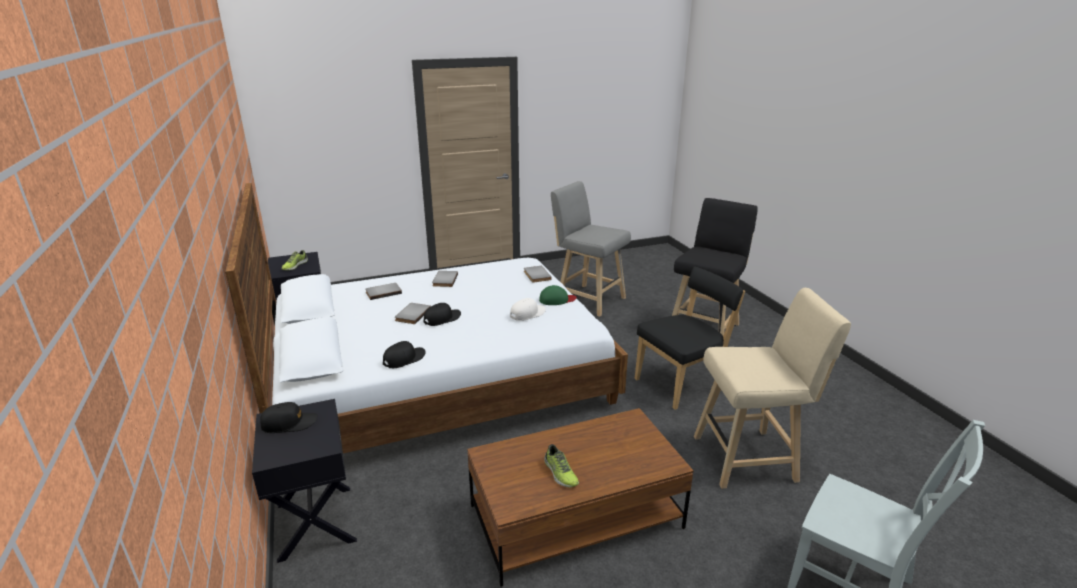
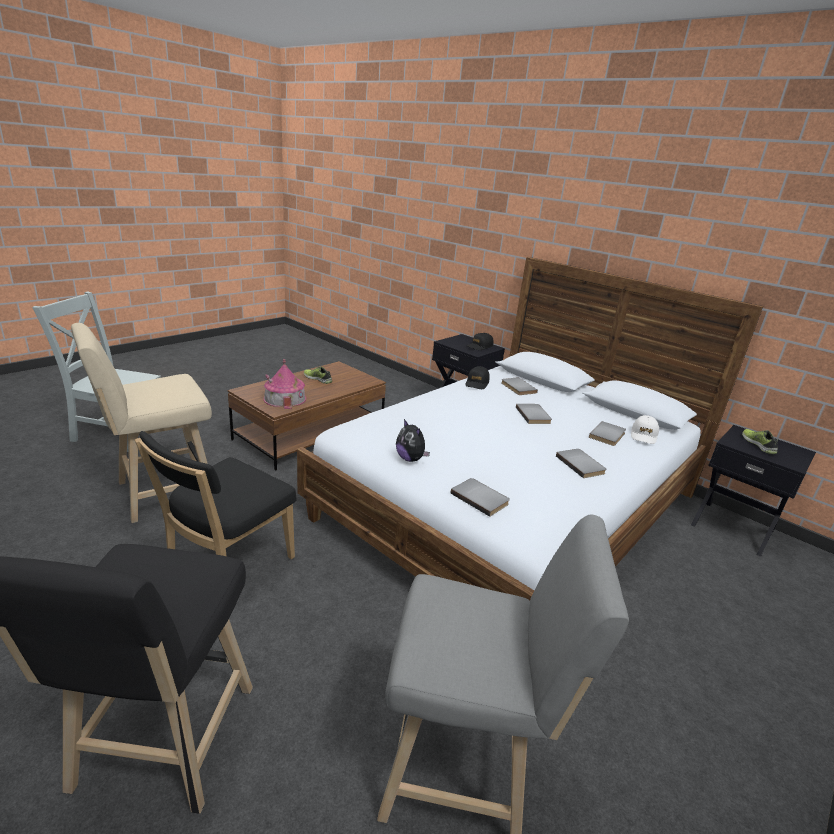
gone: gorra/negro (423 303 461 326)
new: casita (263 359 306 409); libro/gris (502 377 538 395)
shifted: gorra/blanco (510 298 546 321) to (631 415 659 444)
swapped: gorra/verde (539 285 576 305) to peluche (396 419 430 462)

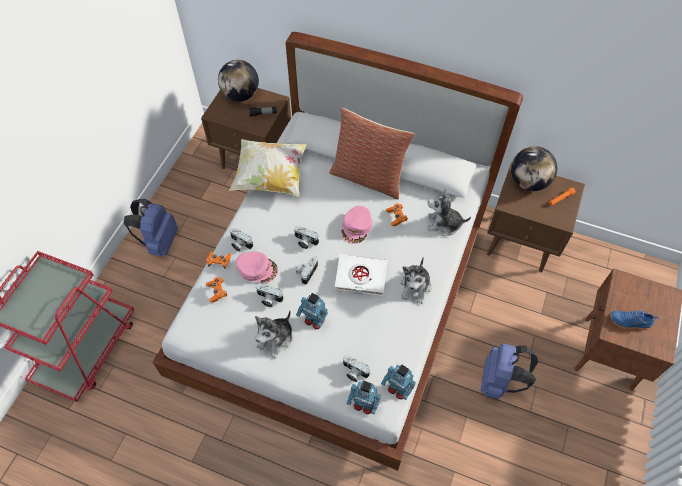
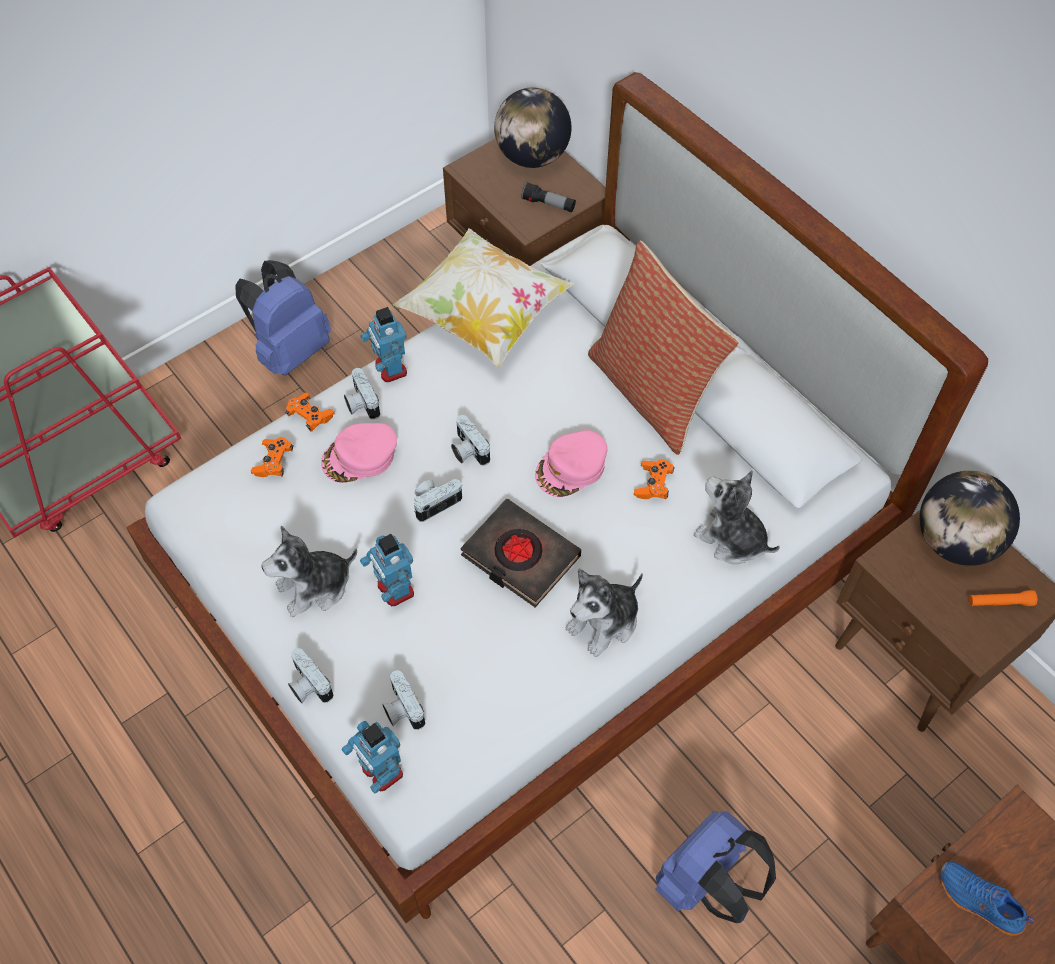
shifted: cámara (256 284 283 307) to (288 648 333 703); robot de juguete (381 365 416 400) to (360 307 407 382)
repainted: libro/blanco (335 254 388 296) to libro/negro (460 499 581 607)
rotated: gorra/rosa (236 252 278 283) = (321 423 397 483) 105 degrees clockwise

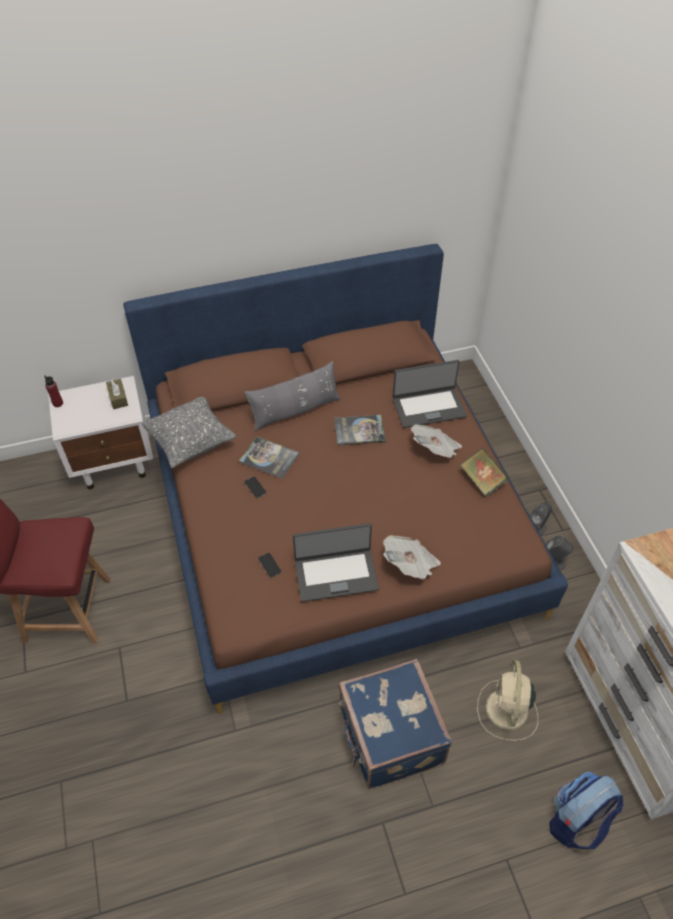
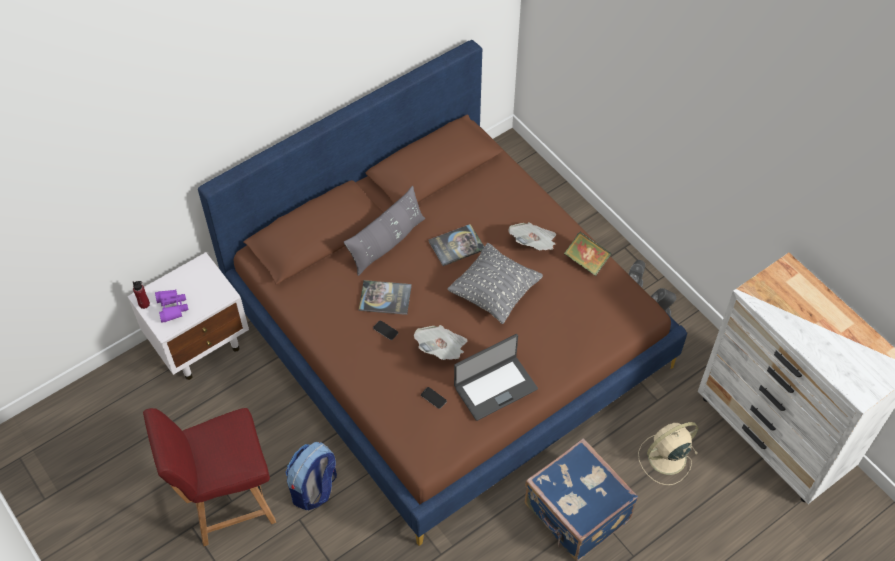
gone: caja de pañuelos/marrón (106 379 128 409); portátil (393 360 467 428)
new: prismáticos/morado (155 290 188 323)
shifted: mochila (549 772 623 849) to (285 442 337 510); periódico (383 535 441 580) to (414 325 468 360); cojín/gris (142 397 236 468) to (447 243 543 324)
rotated: ventilador/beis (477 660 538 741) = (638 422 698 485) 75 degrees clockwise

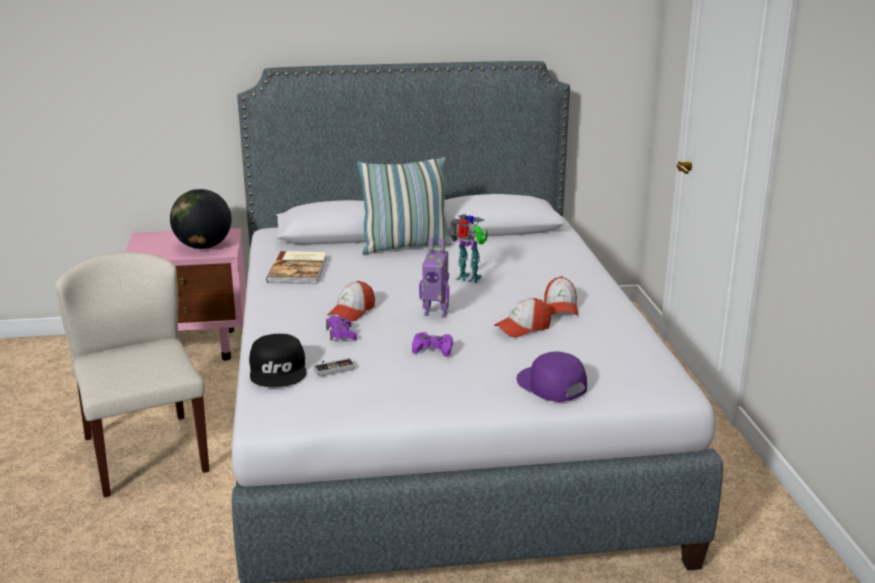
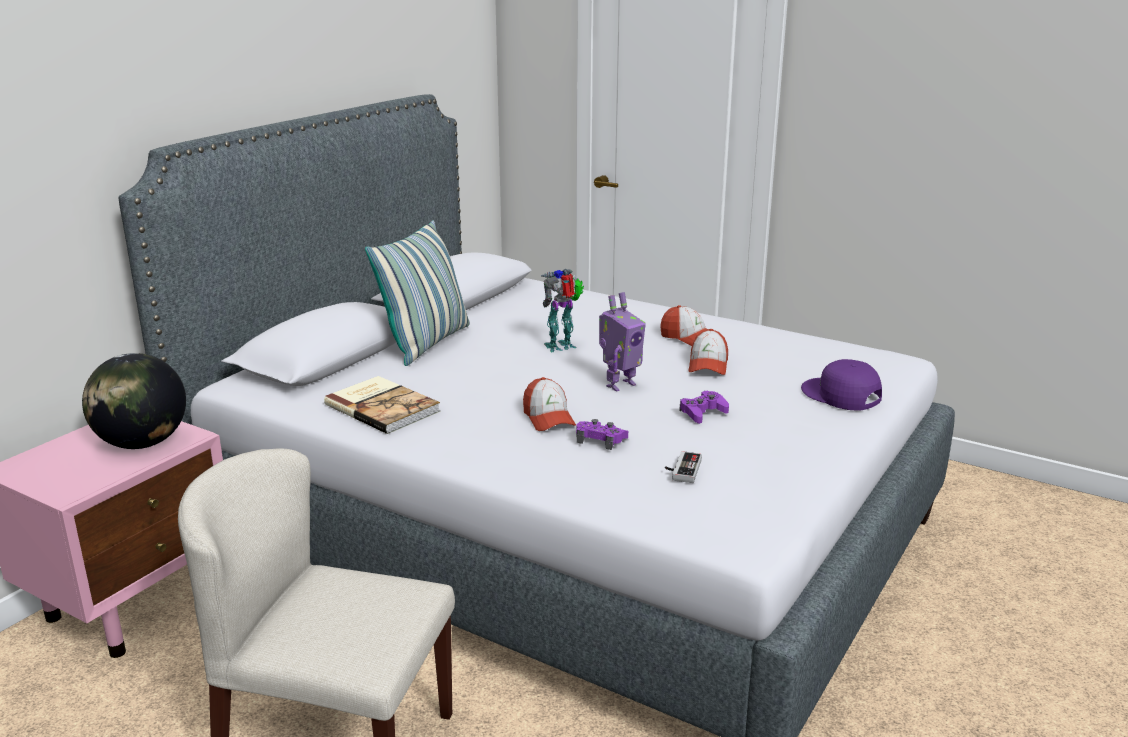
gone: gorra/negro (249 334 306 387)
rotated: gorra/morado (517 351 587 402) = (801 359 882 411) 45 degrees clockwise

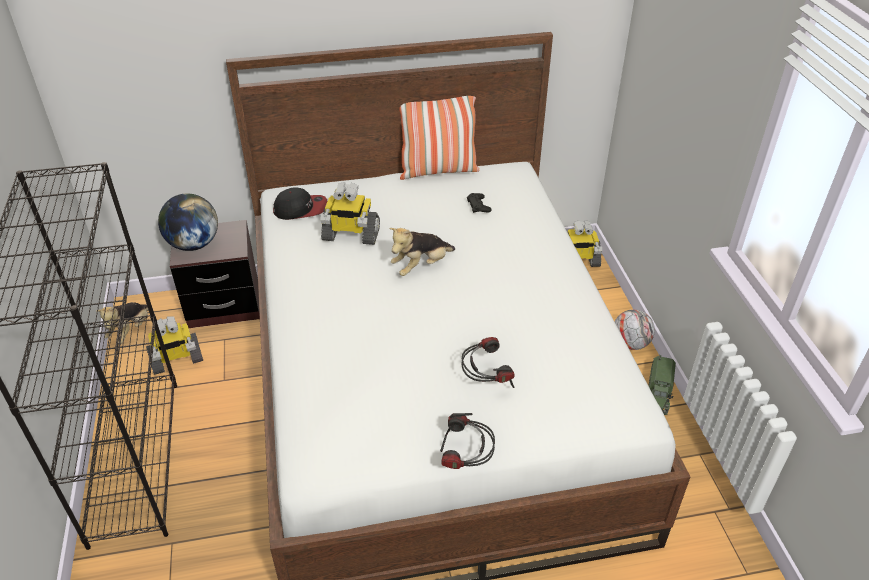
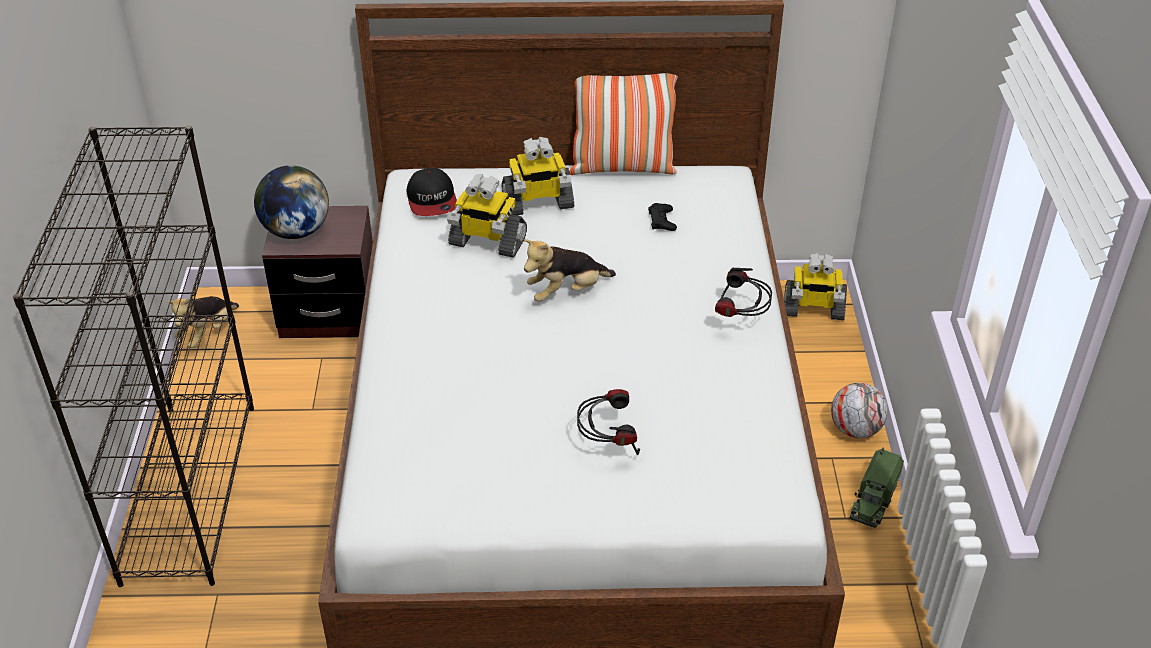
shifted: robot de juguete (146 316 203 375) to (501 137 574 215); auriculares (440 413 495 469) to (715 268 772 317)
rotated: gorra (273 188 327 220) = (407 168 457 216) 75 degrees clockwise

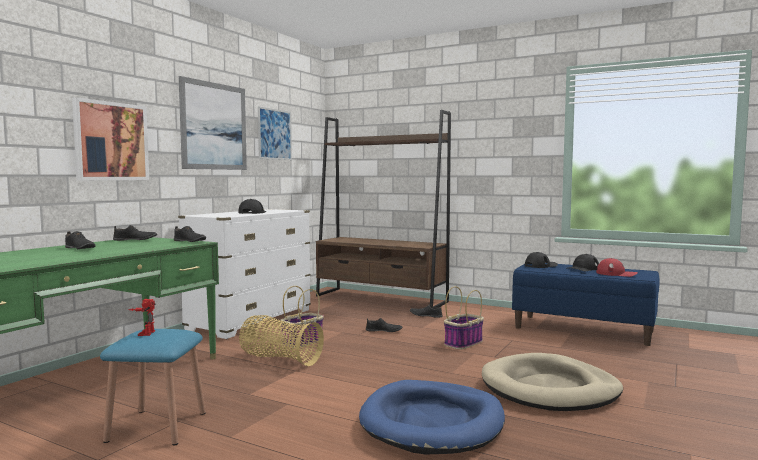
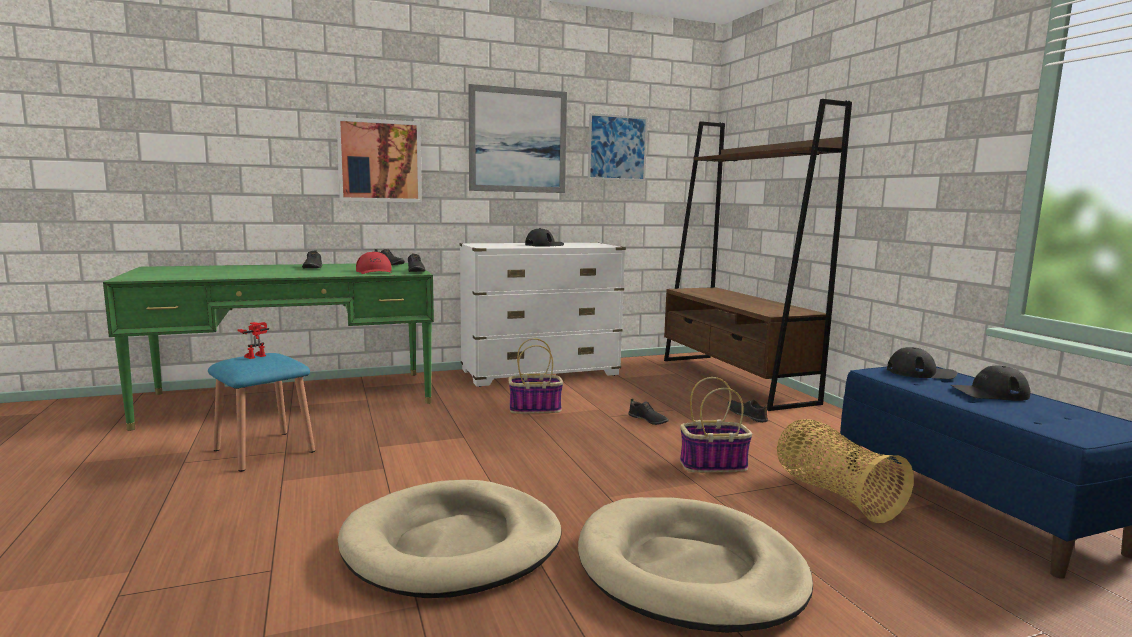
shifted: gorra/rojo (596 258 638 277) to (356 251 392 274); cesta (239 315 324 366) to (777 419 914 523)
repainted: cama para perro/azul (359 380 505 455) to cama para perro/beis (338 480 561 598)

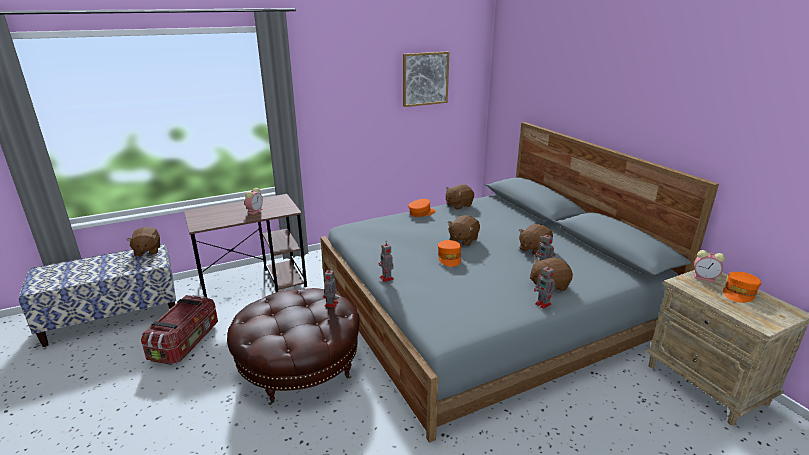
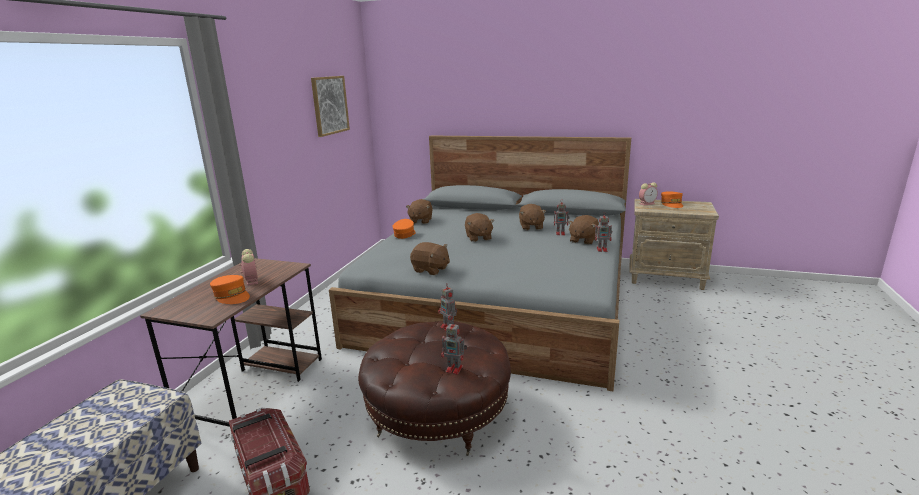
shifted: gorra/naranja (438 240 461 267) to (210 275 250 304); peluche/marrón (127 227 160 257) to (410 242 450 275); robot de juguete (379 241 394 282) to (441 320 467 375)

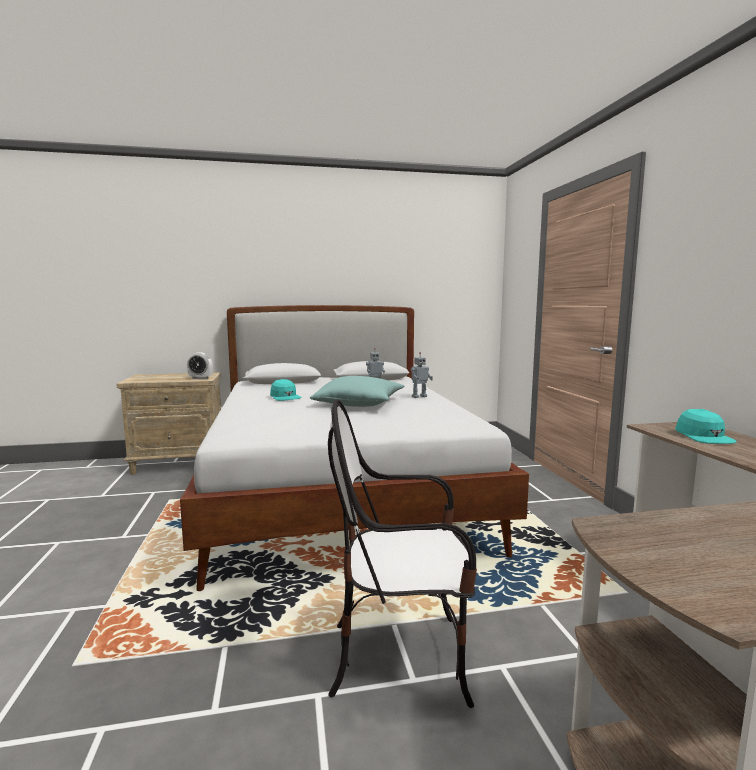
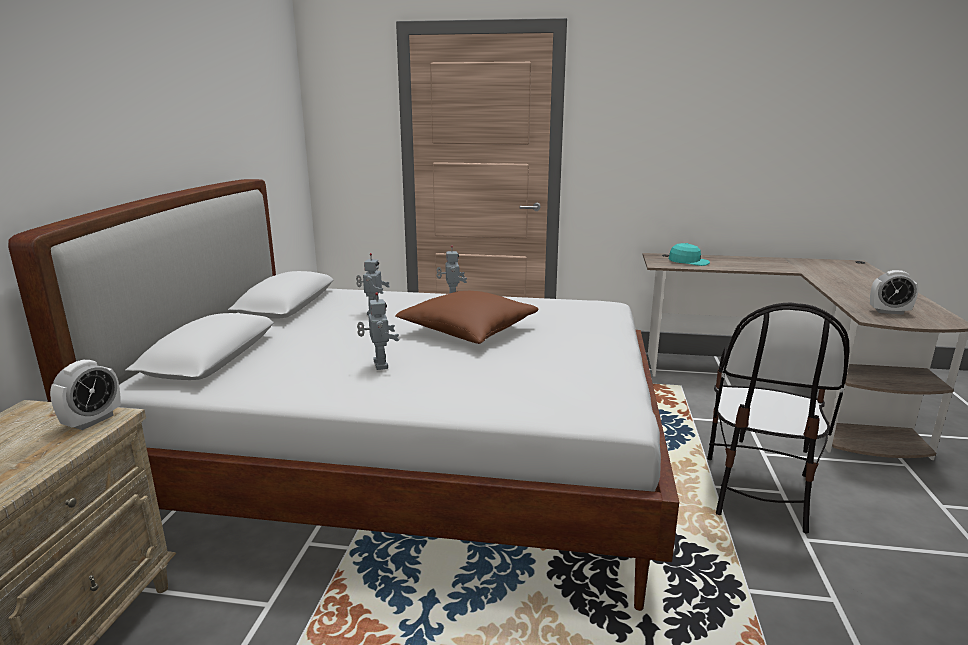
new: despertador (870 270 919 315)
swapped: gorra/turquesa (270 379 302 401) to robot de juguete (357 292 399 370)
repainted: cojín/turquesa (310 376 404 407) to cojín/marrón (395 291 539 344)

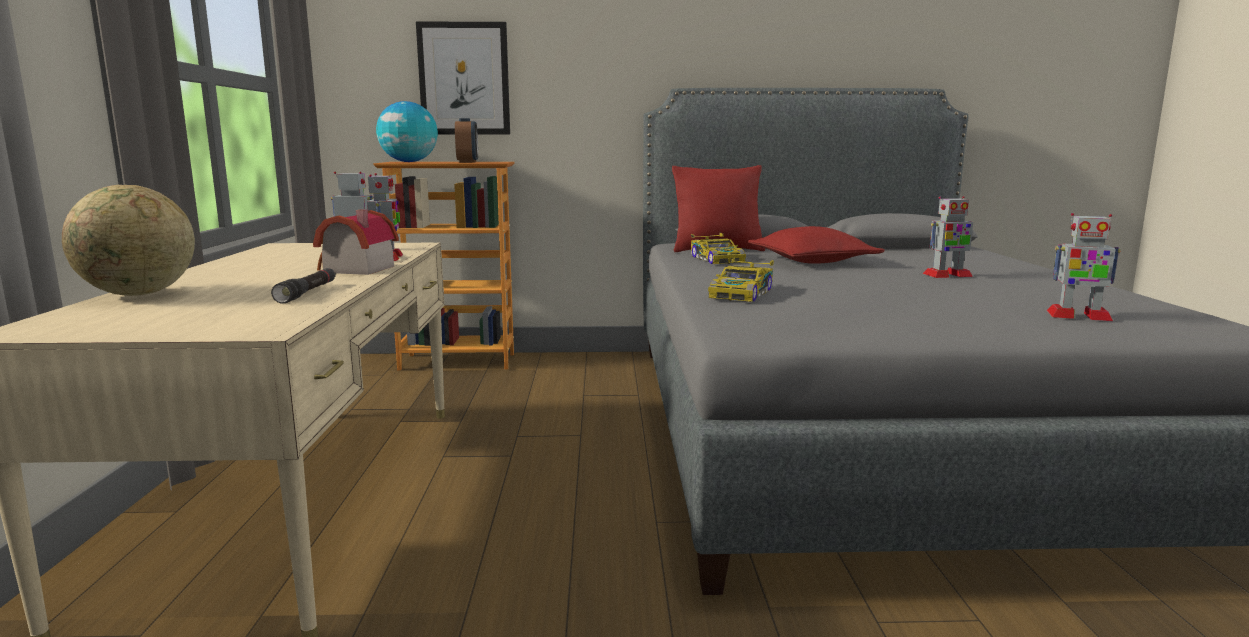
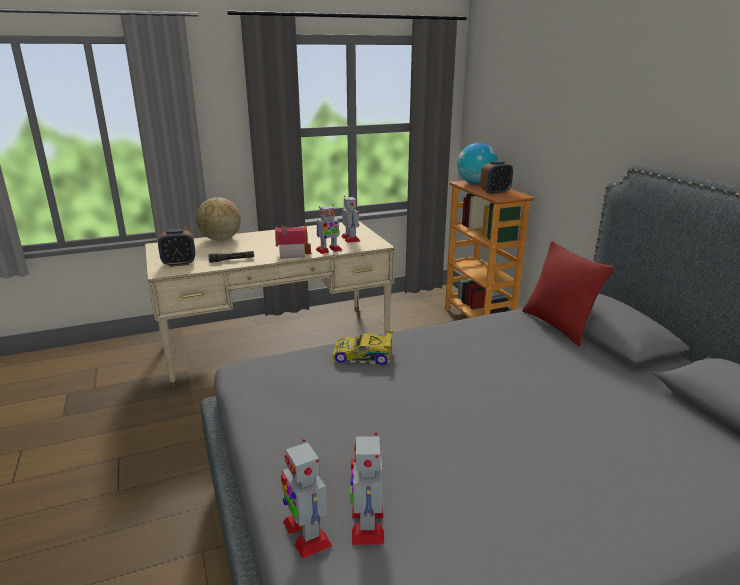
gone: cuadro (416 21 510 134); coche de juguete (691 233 746 264); cojín/rojo (748 226 885 264)
new: despertador (158 229 195 267)
shifted: robot de juguete (922 196 973 278) to (281 439 332 559)

